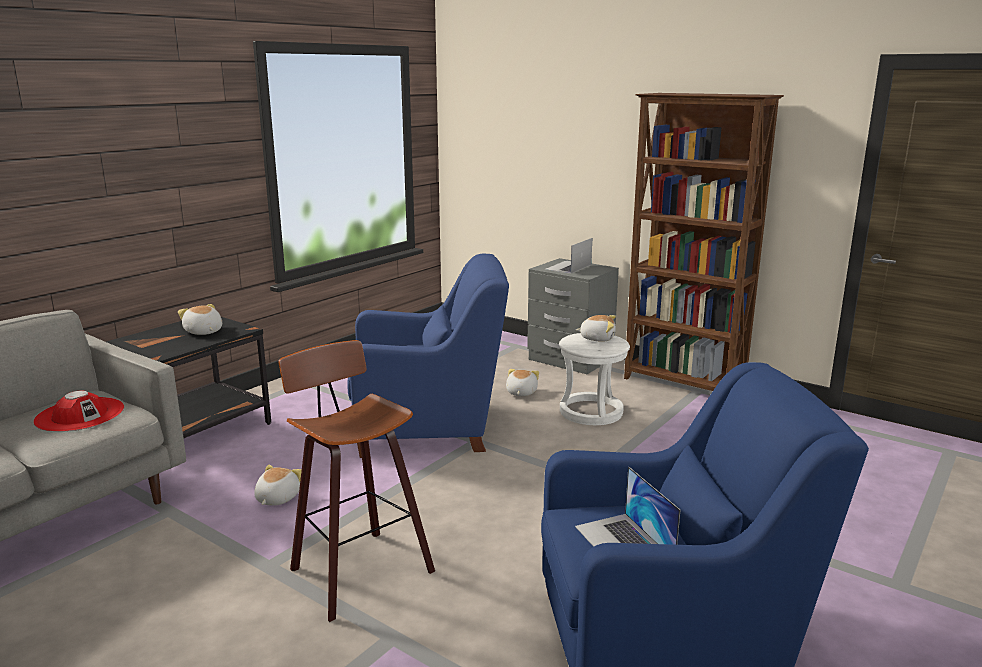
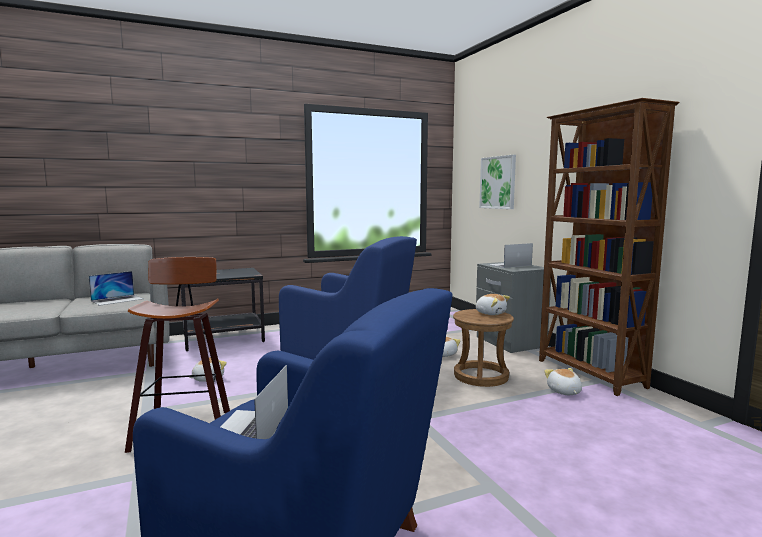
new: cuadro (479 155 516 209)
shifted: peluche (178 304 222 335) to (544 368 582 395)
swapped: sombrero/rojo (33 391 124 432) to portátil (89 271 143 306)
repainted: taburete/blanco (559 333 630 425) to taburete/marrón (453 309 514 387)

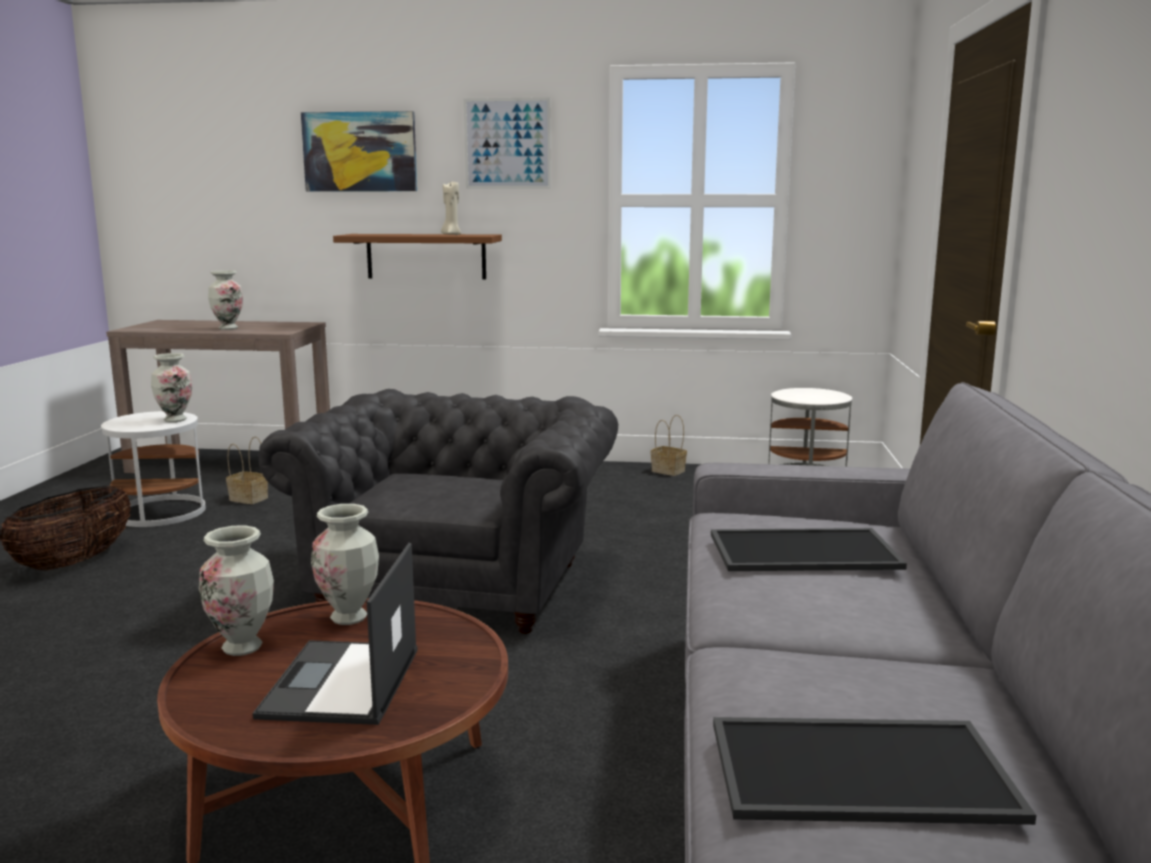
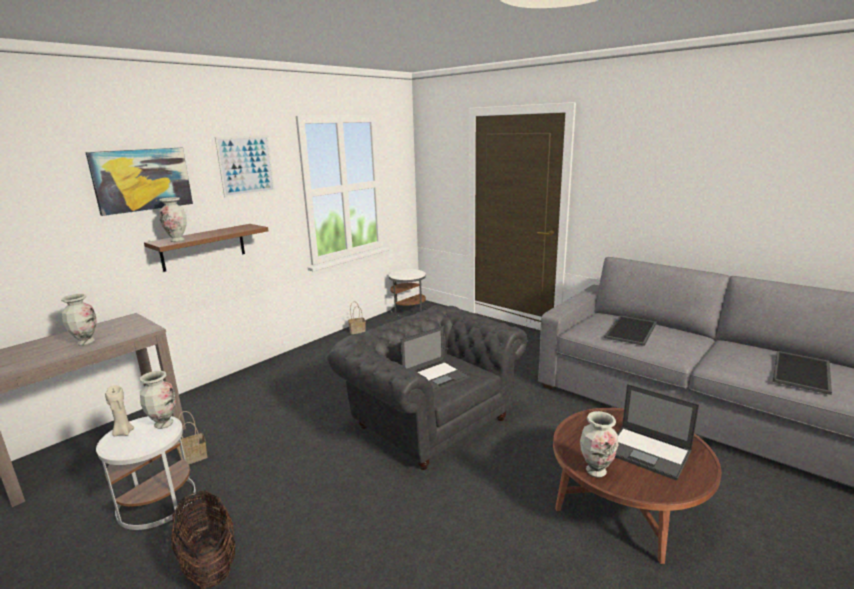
new: portátil (400 326 470 392)
shifted: vela/beis (441 180 461 235) to (105 385 134 436); florero (311 504 379 625) to (159 197 187 242)

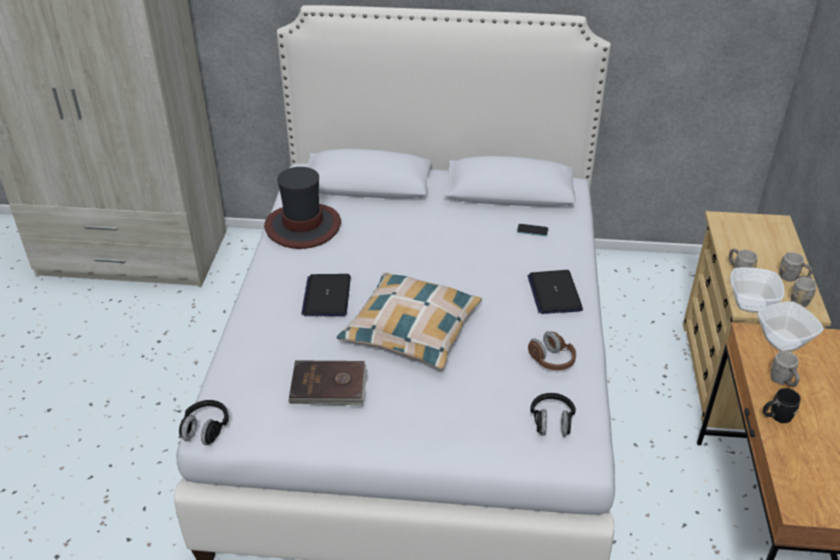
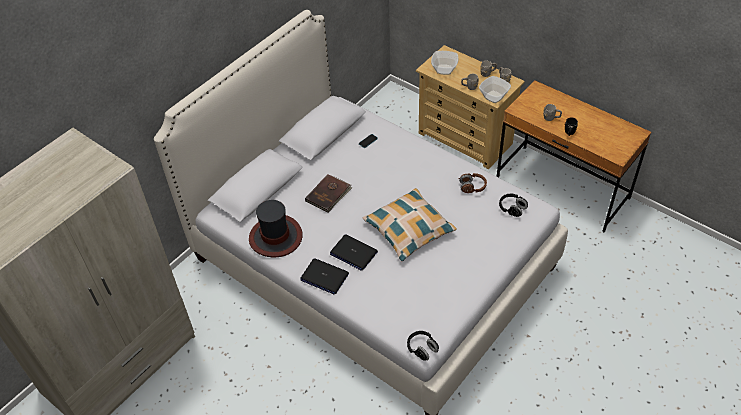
shifted: portátil (527 270 583 314) to (300 258 349 294); libro/marrón (288 361 367 406) to (305 174 352 213); cuenco (757 301 824 352) to (431 51 458 75)

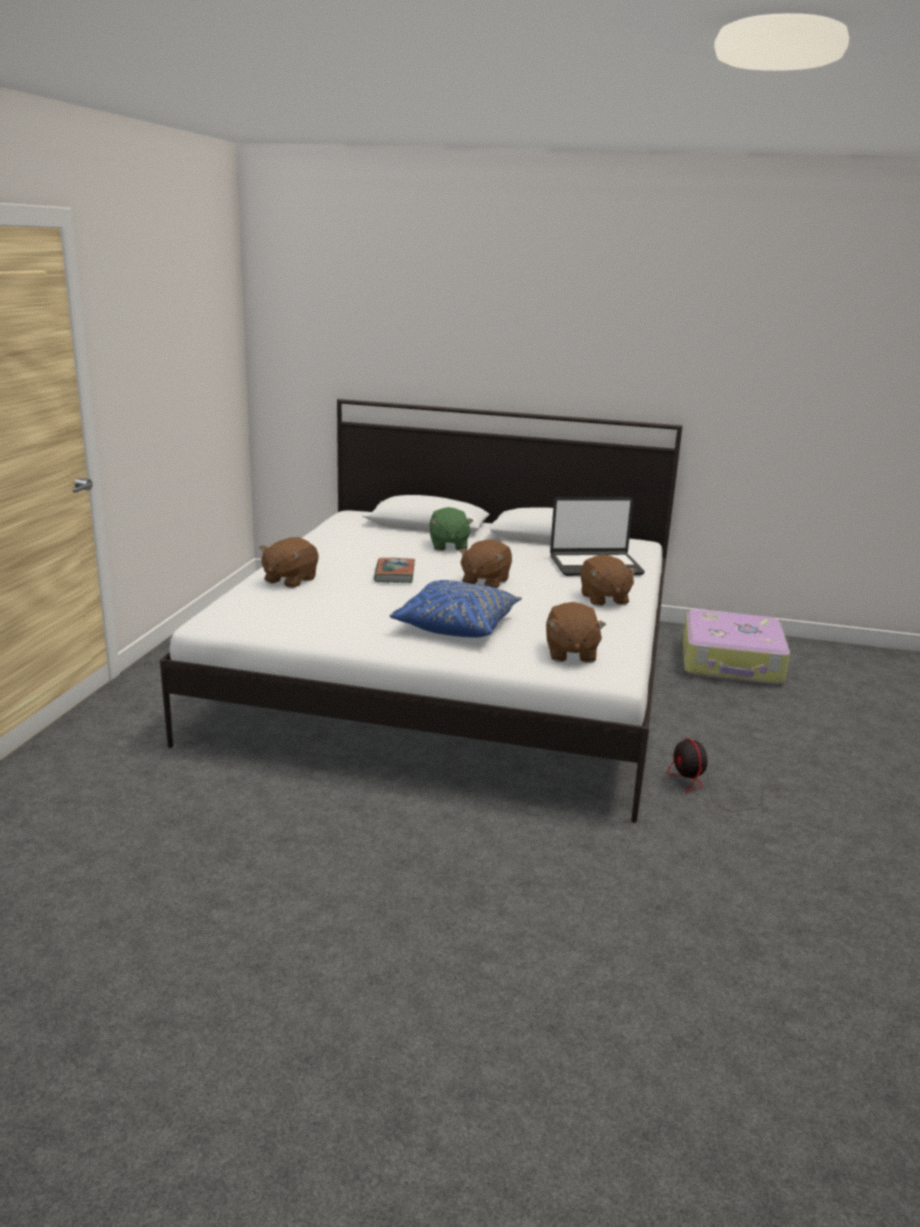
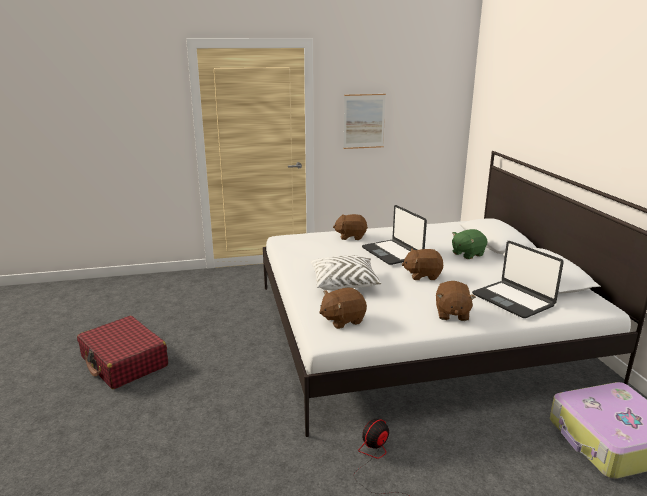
new: maleta/rojo (77 316 168 389); cuadro (343 94 386 149)
swapped: libro (374 558 415 583) to portátil (362 205 427 265)
repainted: cojín/azul (390 580 522 637) to cojín/blanco (311 255 381 290)
rotated: peluche/marrón (580 554 637 606) = (436 281 476 321) 45 degrees counterclockwise

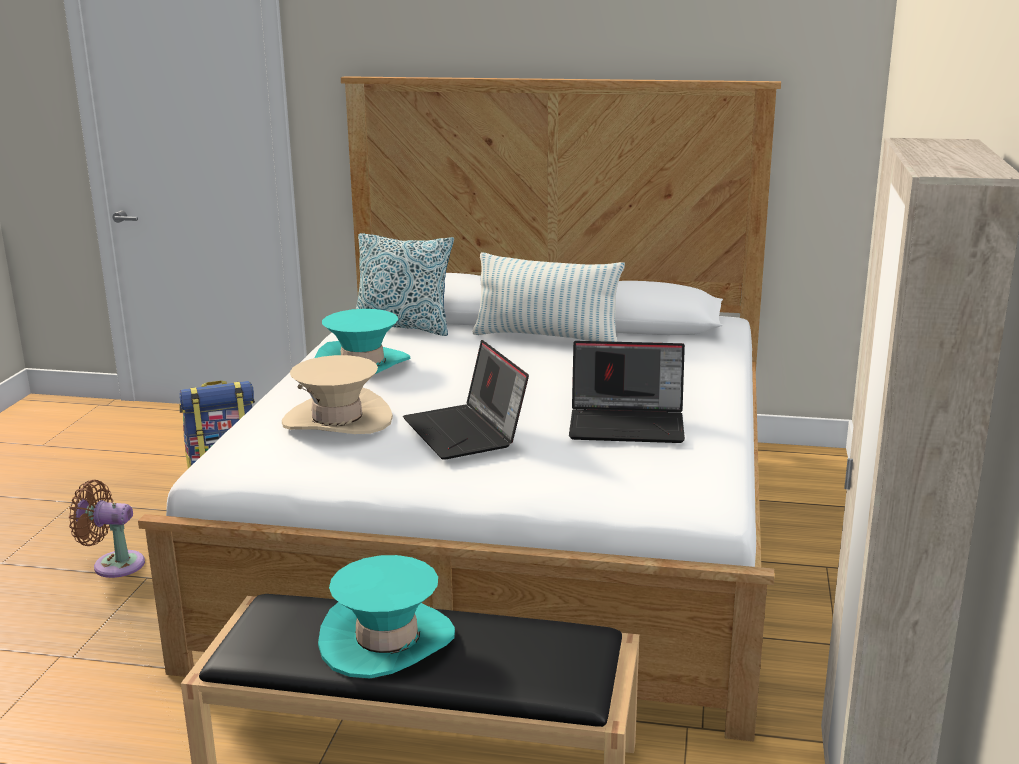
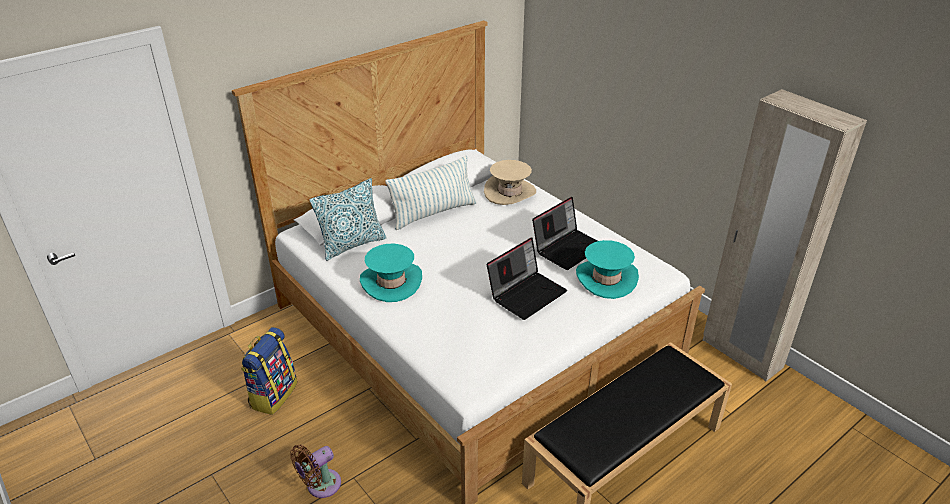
shifted: sombrero/beis (282 355 393 434) to (484 160 536 205); sombrero/turquesa (318 555 455 678) to (576 240 639 299)
rotated: portátil (403 340 529 460) = (487 238 567 320) 60 degrees counterclockwise

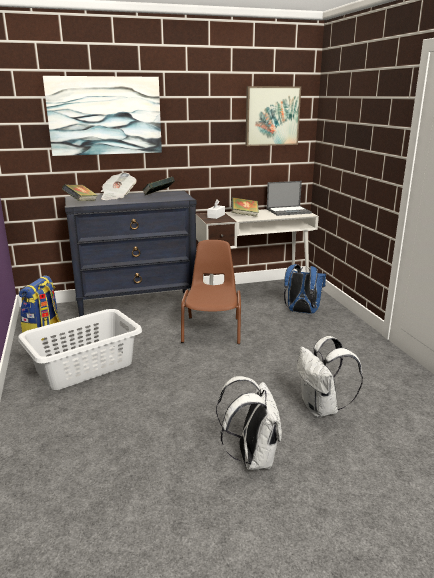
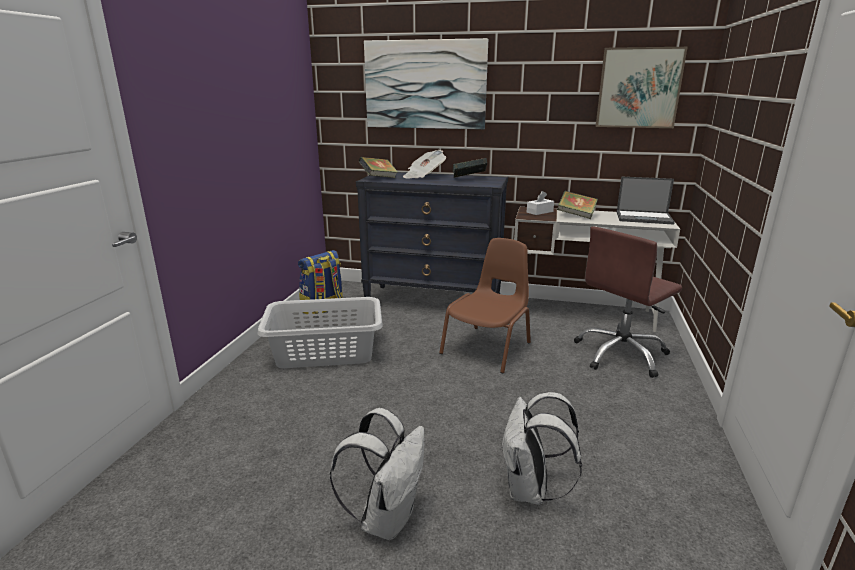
swapped: mochila/azul (284 264 326 313) to silla de oficina/marrón (574 227 682 378)

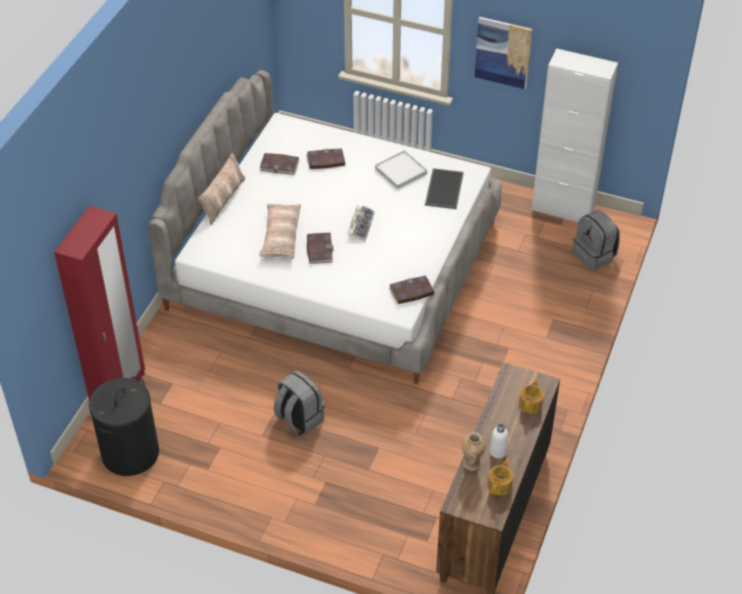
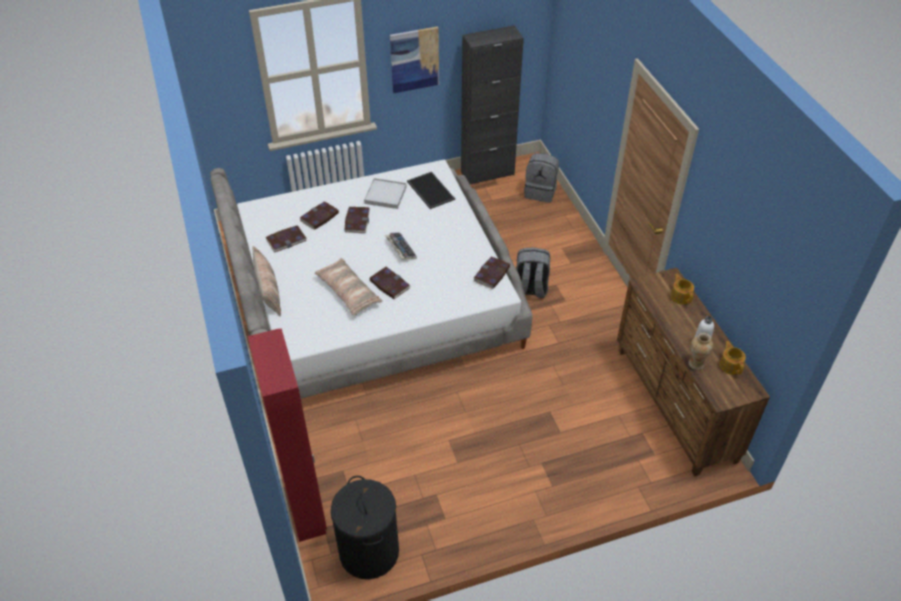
new: libro (345 207 370 233)
shifted: mochila/gris (274 370 325 435) to (516 247 550 298)
repainted: armario/blanco (531 48 618 222) to armario/negro (461 25 524 184)

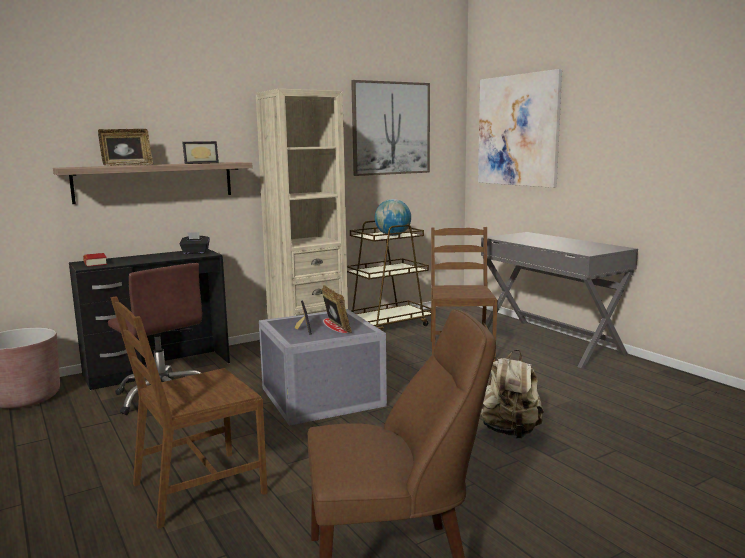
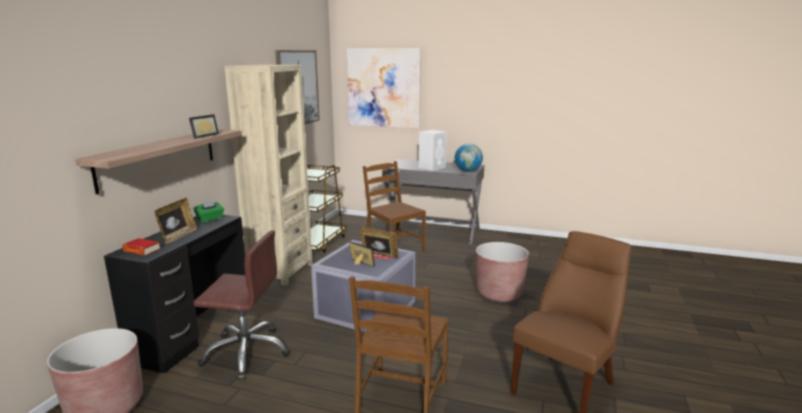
new: altavoz/blanco (419 130 447 171)
shifted: portarretratos (98 129 153 166) to (154 198 198 244); globo terráqueo (375 199 411 236) to (455 144 483 172)
swapped: mochila/beis (480 350 544 438) to maceta/marrón (476 242 529 302)
repainted: caja de pañuelos/negro (180 232 210 254) to caja de pañuelos/verde (193 200 224 222)

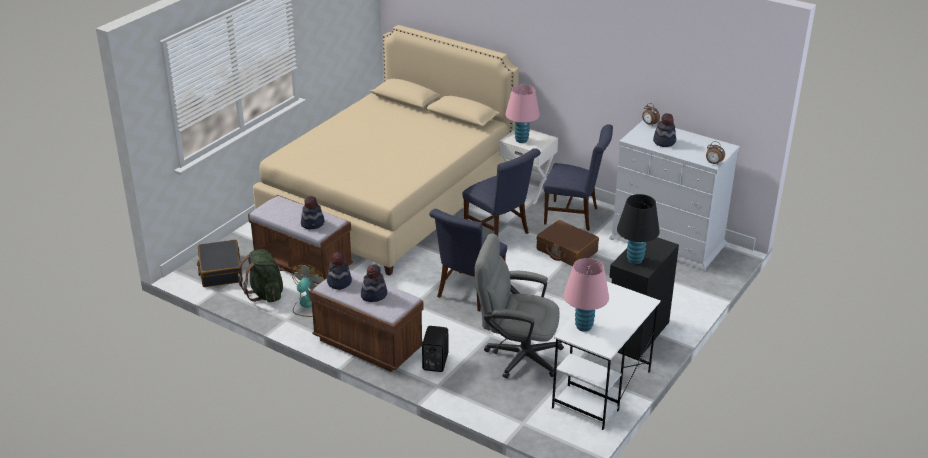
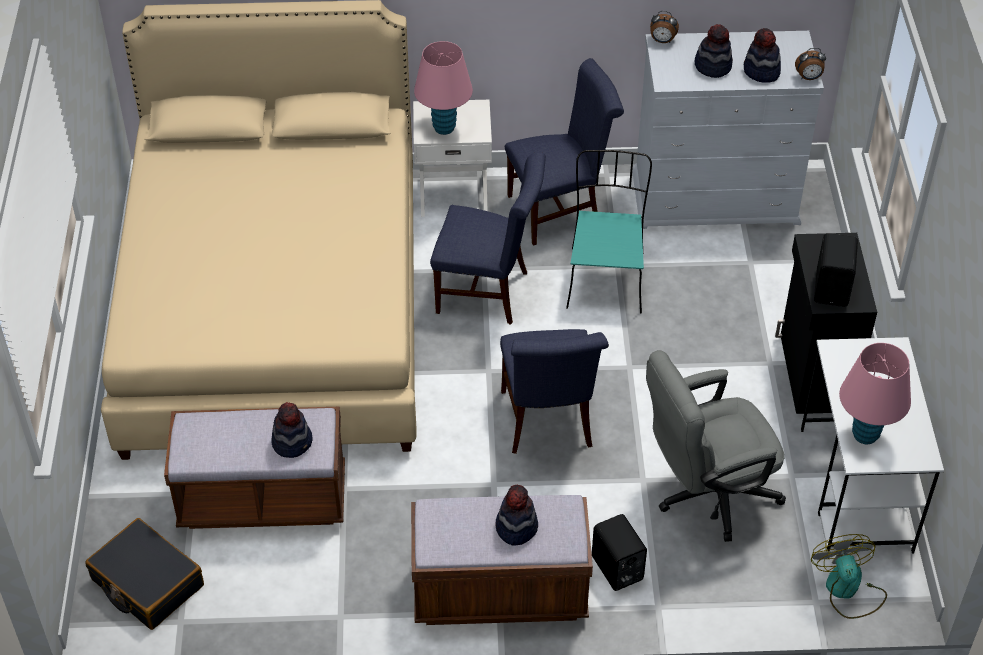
gone: mochila/verde (238 249 284 302)
shifted: sombrero (327 252 352 290) to (744 28 781 83); ventilador (292 264 324 317) to (811 534 887 619)
swapped: maleta/marrón (536 220 599 266) to silla/turquesa (566 150 652 313); lámpara de mesa/negro (617 194 660 264) to altavoz/negro (814 233 858 307)

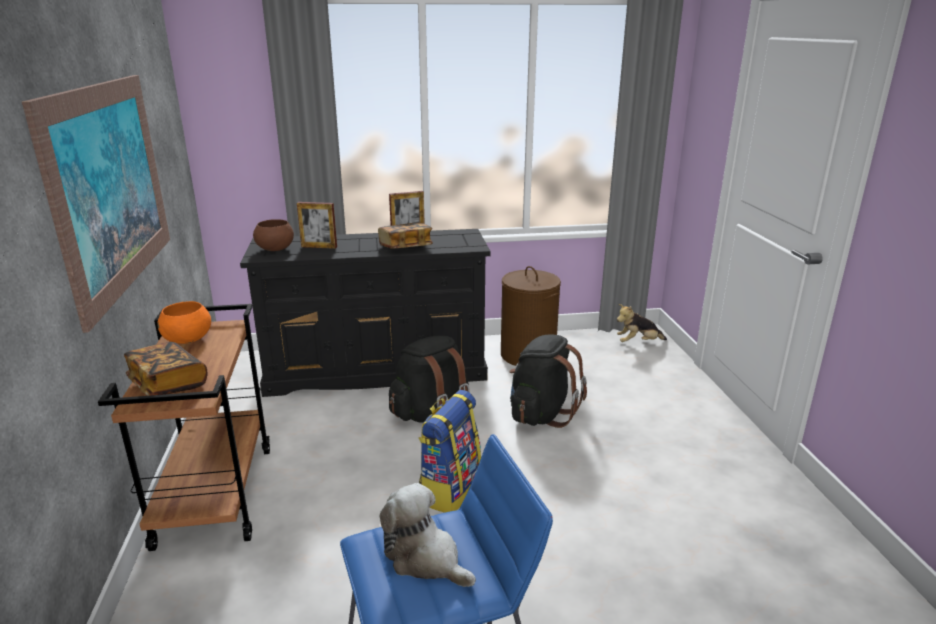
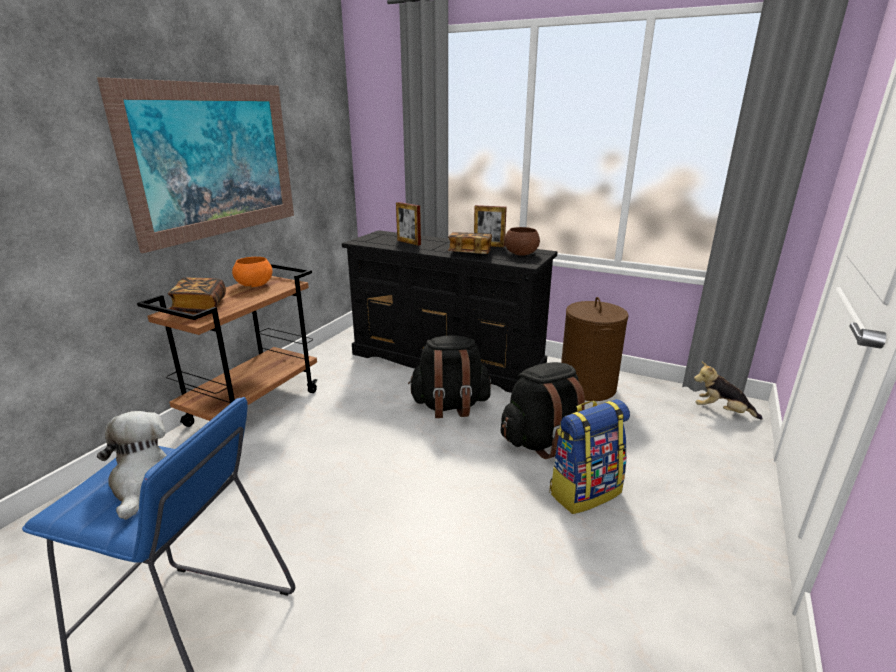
shifted: cuenco/marrón (253 219 294 251) to (504 227 540 256); mochila (419 390 481 513) to (549 399 630 514)

